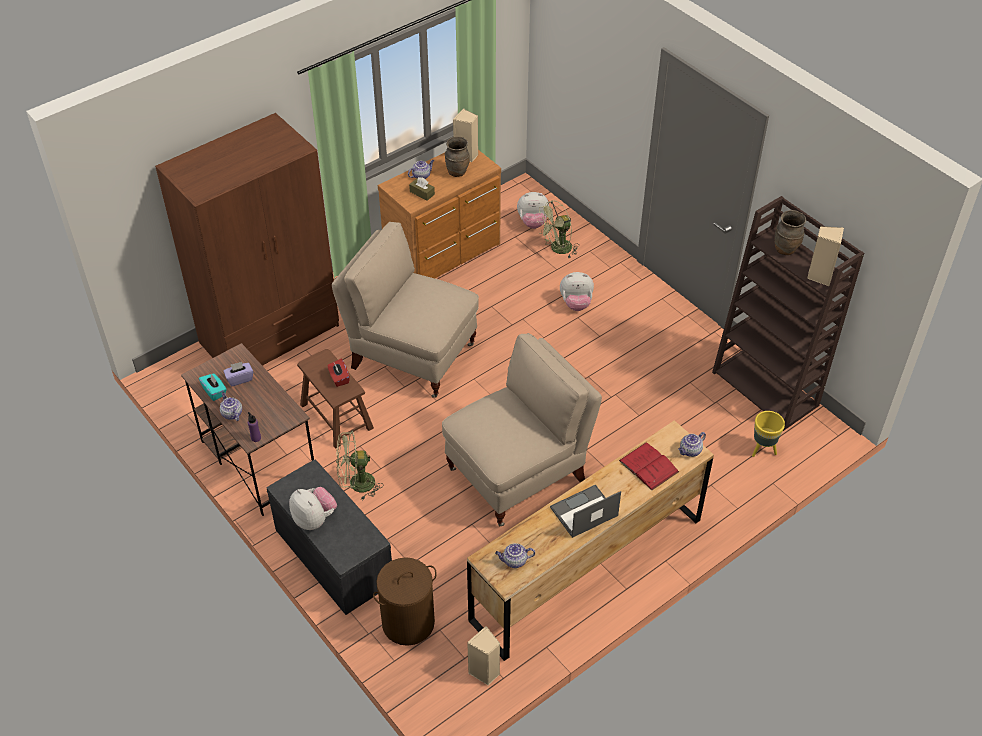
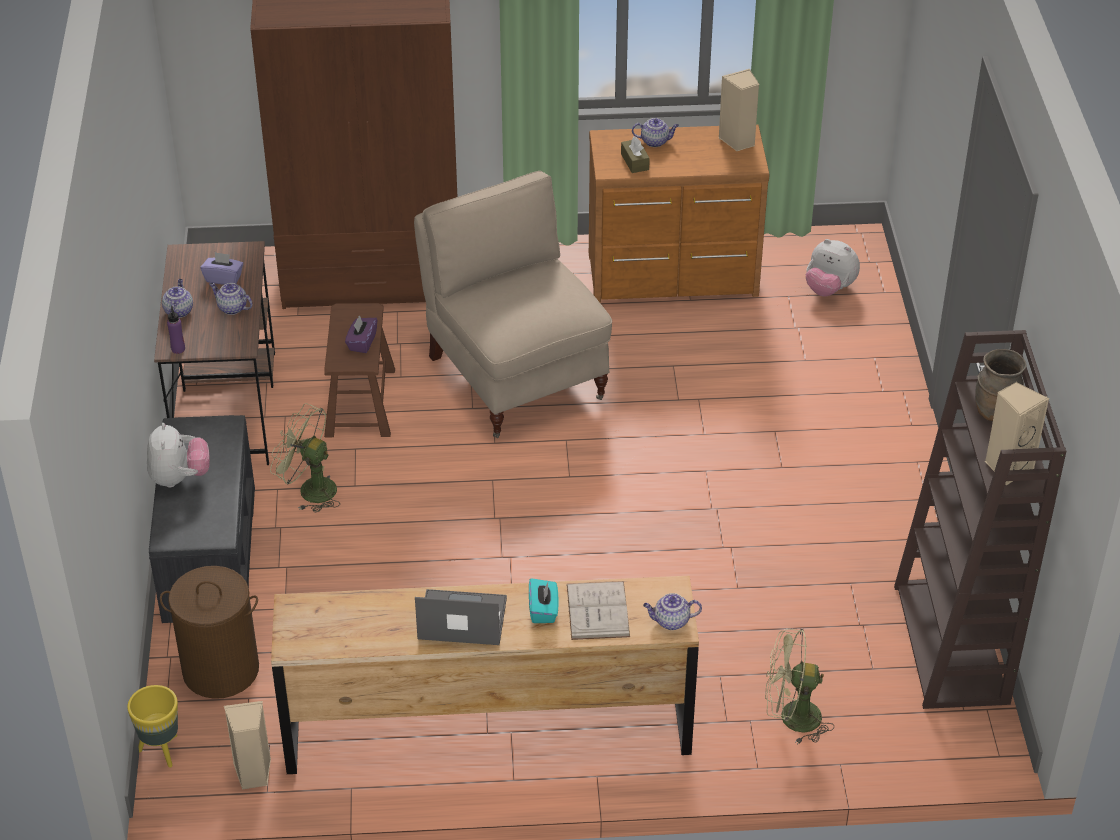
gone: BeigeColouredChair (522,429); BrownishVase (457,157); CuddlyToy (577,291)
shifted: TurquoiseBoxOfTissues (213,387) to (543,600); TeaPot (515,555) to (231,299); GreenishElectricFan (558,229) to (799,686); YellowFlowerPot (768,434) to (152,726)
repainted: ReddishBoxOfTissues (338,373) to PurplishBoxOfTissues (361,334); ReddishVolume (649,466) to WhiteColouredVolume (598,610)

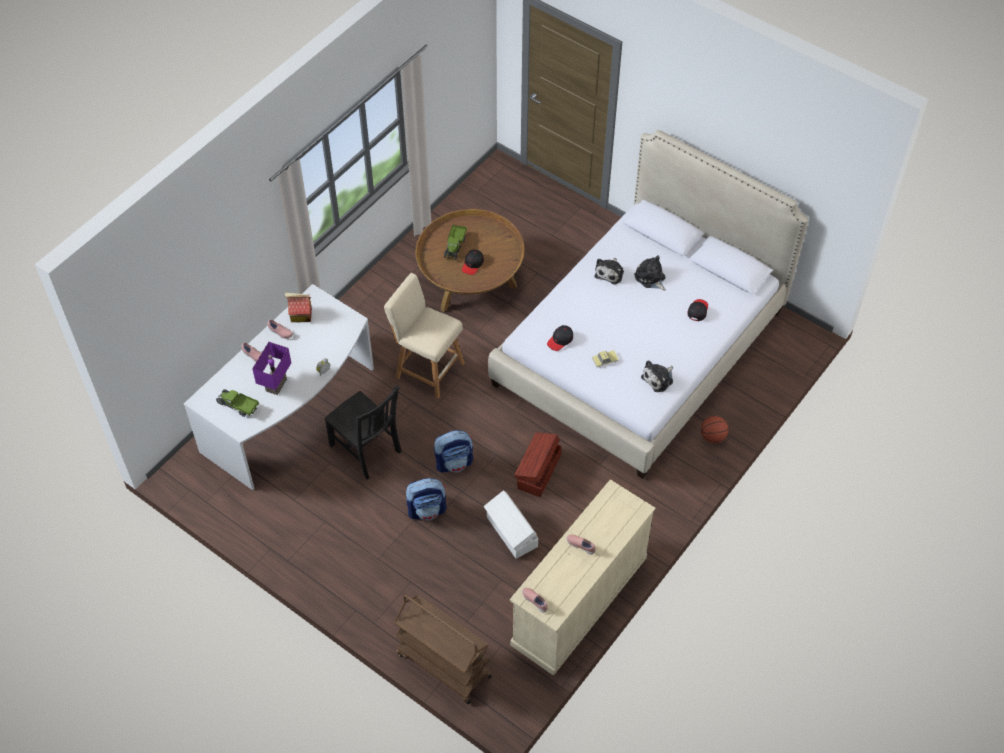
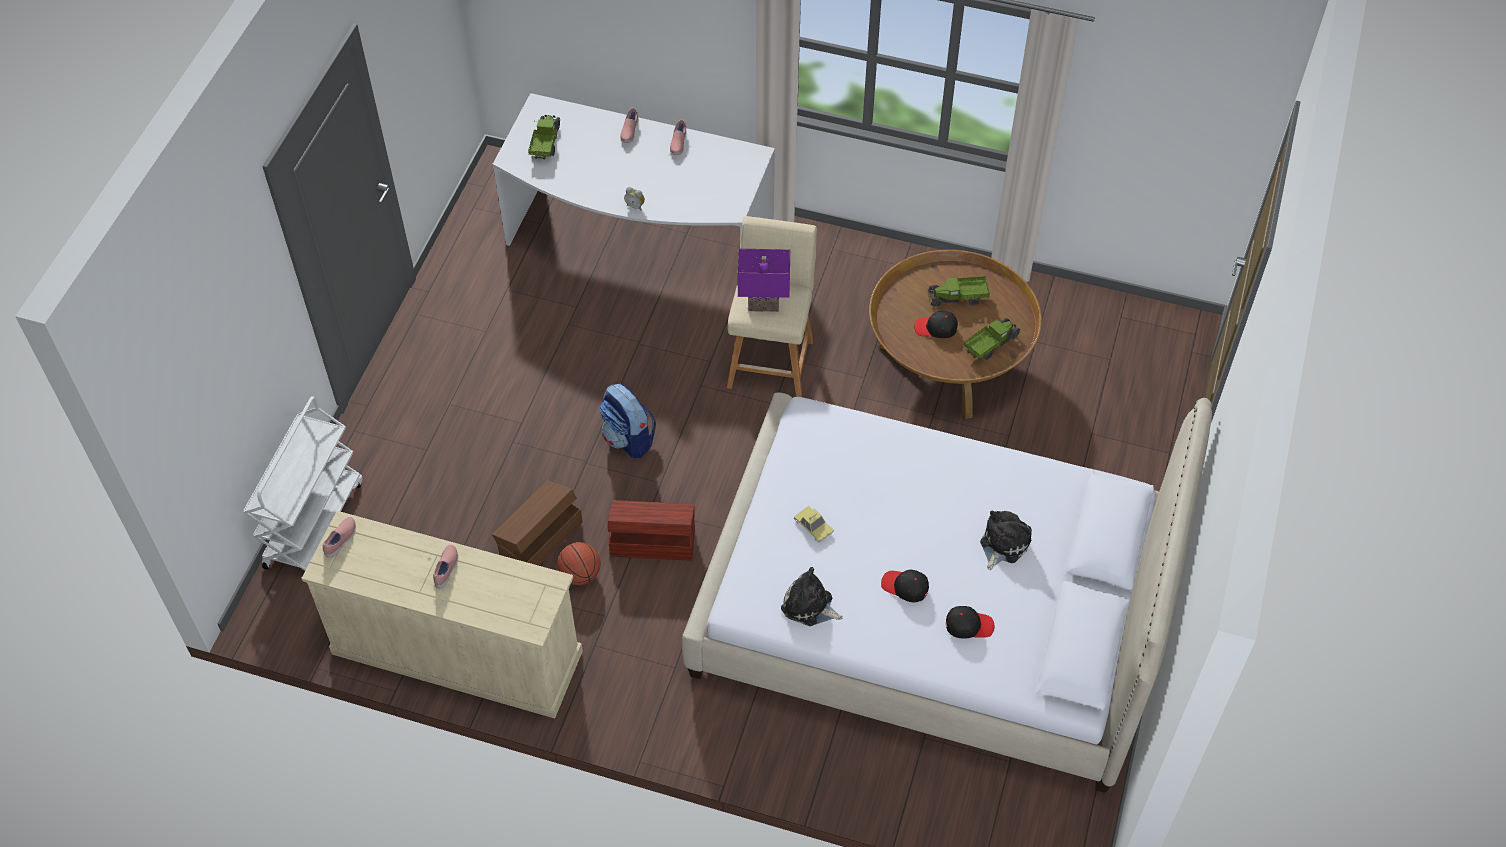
gone: ModelHouse (298,307); BlackChair (363,432); Rucksack (426,499); CuddlyToy (609,271)
new: ToyLorry (992,339)
shifted: PurplishTabletopLamp (271,368) to (763,280); BlackCap (560,338) to (905,586); BasketballBall (714,429) to (579,563)
repainted: BrownishWheeledCart (443,649) to WhiteColouredWheeledCart (302,483); WhiteColouredStorageBox (511,524) to BrownishStorageBox (537,523)

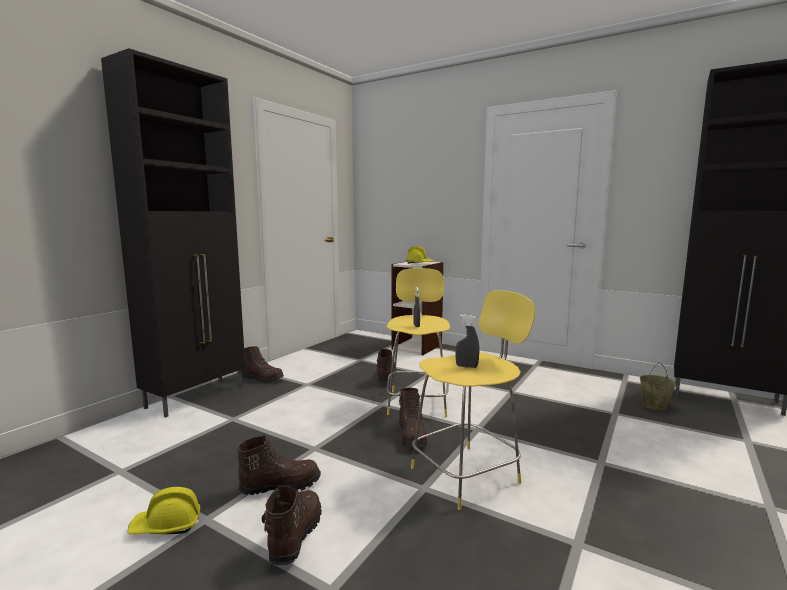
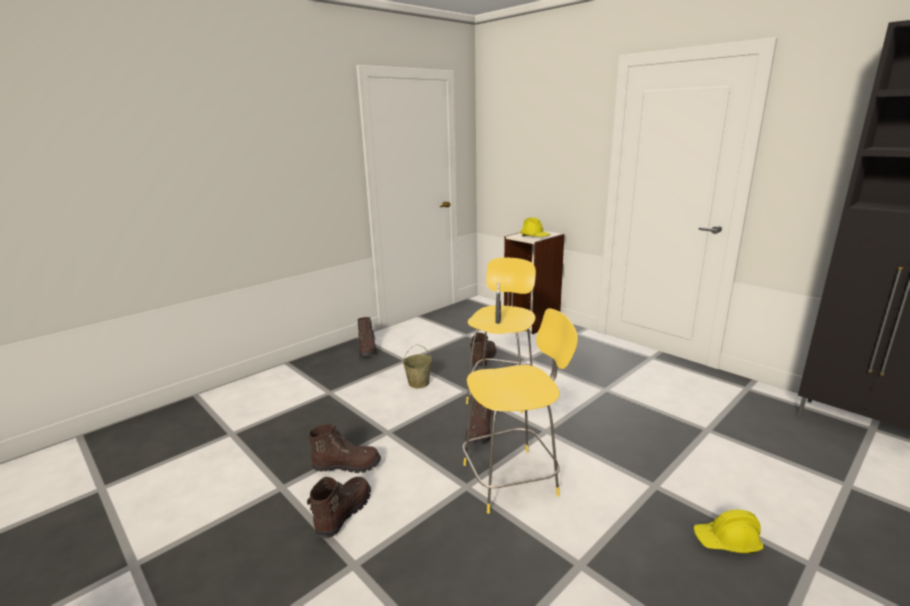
gone: BlackCabinet (173,232); GreyHandSprayer (467,341)
shifted: YellowHardHat (164,511) to (728,532); BeigeColouredWaterBucket (658,386) to (417,366)
rotated: BrownishBoot (262,364) = (367,337) 45 degrees clockwise

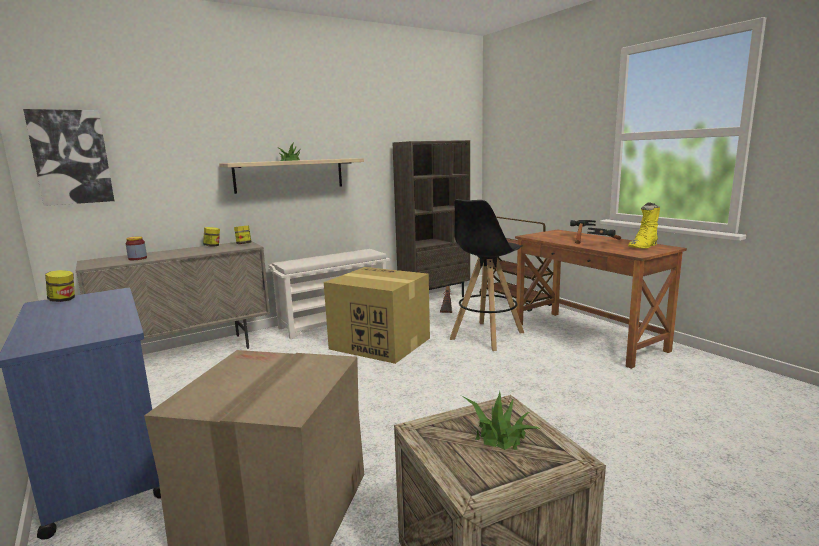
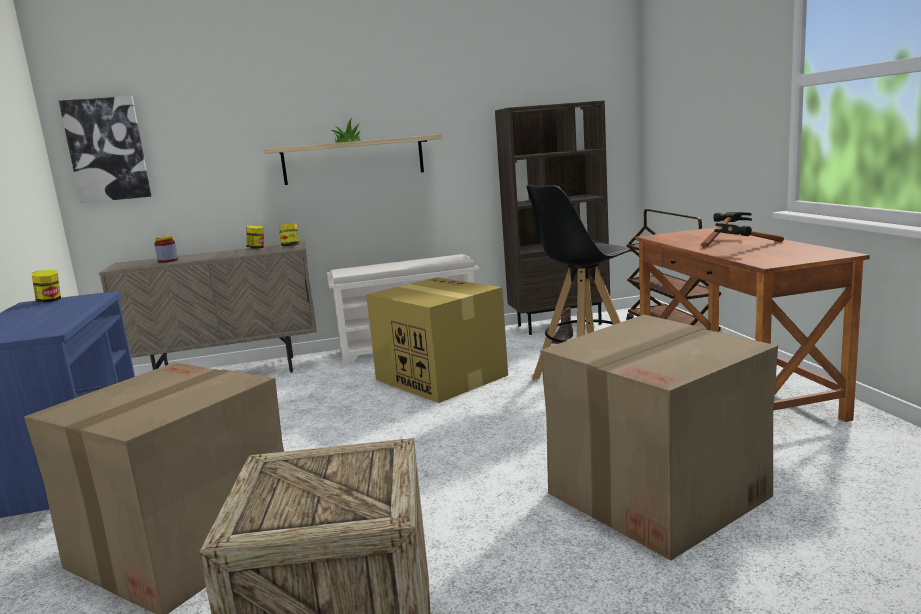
gone: Houseplant (501,420); YellowBoot (644,225)
new: Carton (659,437)

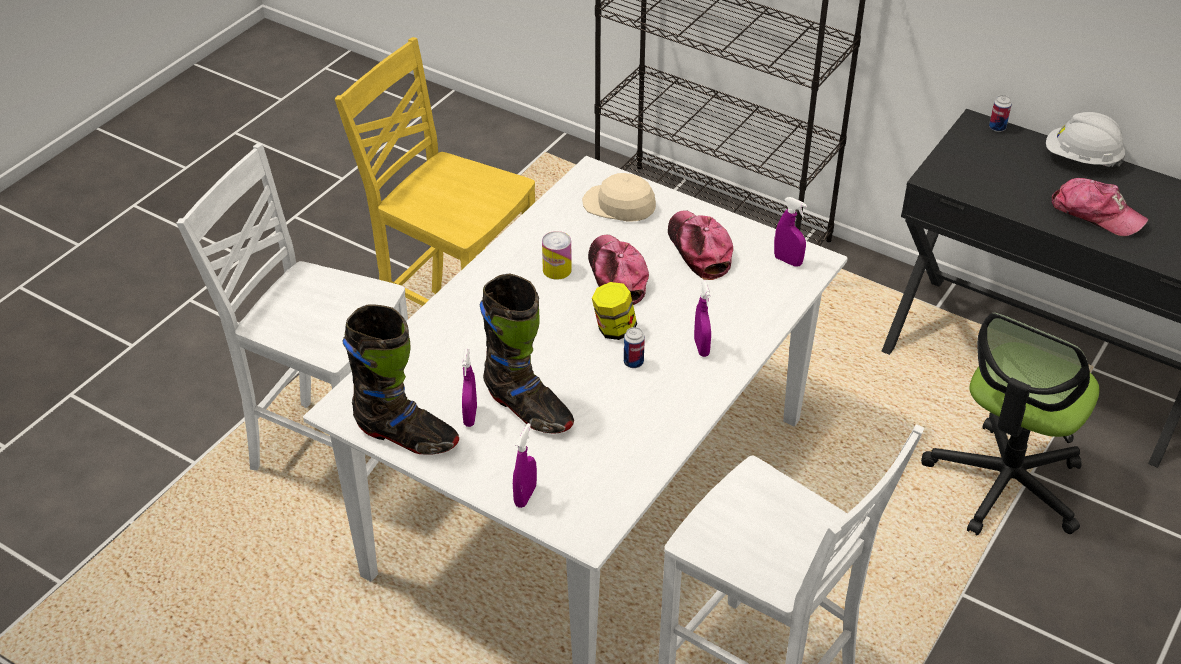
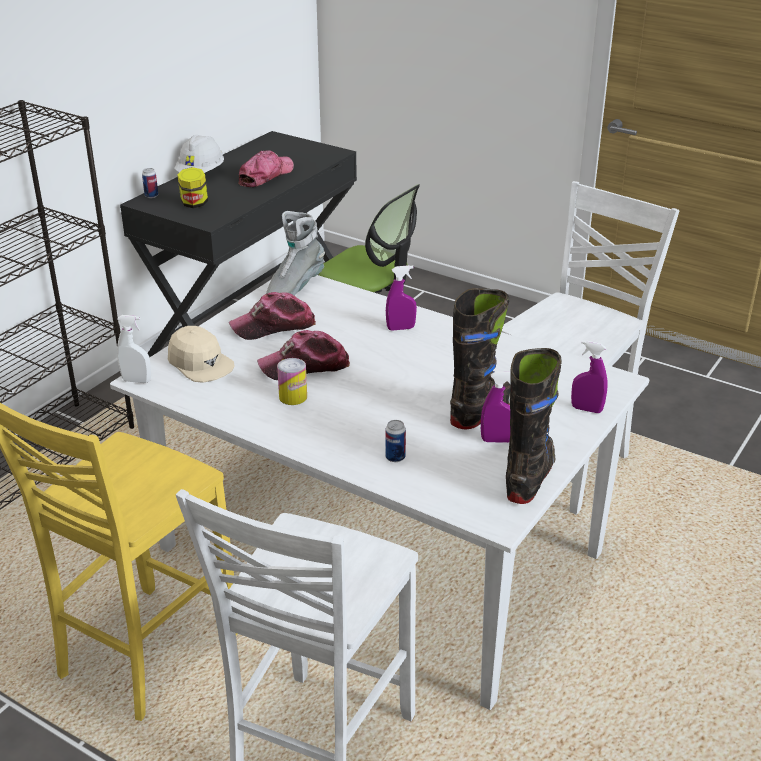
new: WhiteColouredHandSprayer (134,349)
shifted: Jar (614,311) to (192,187); SealedCan (634,347) to (395,441)
swapped: PurplishHandSprayer (790,232) to GreyBoot (295,253)
rotated: BeigeColouredCap (619,197) = (201,354) 75 degrees counterclockwise

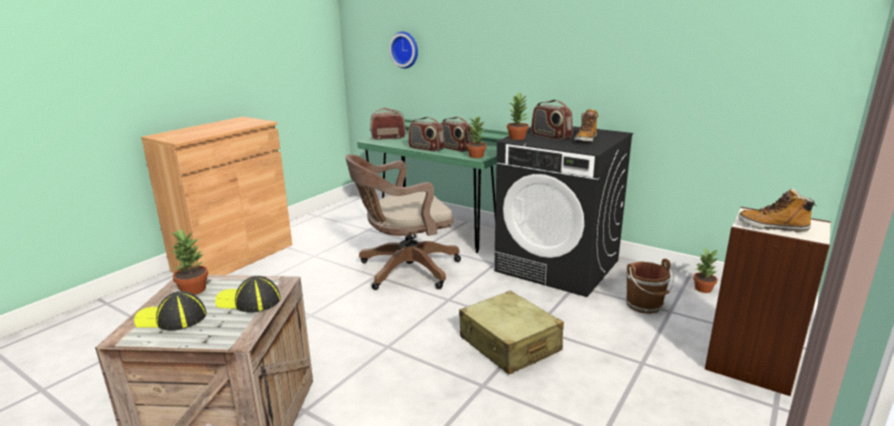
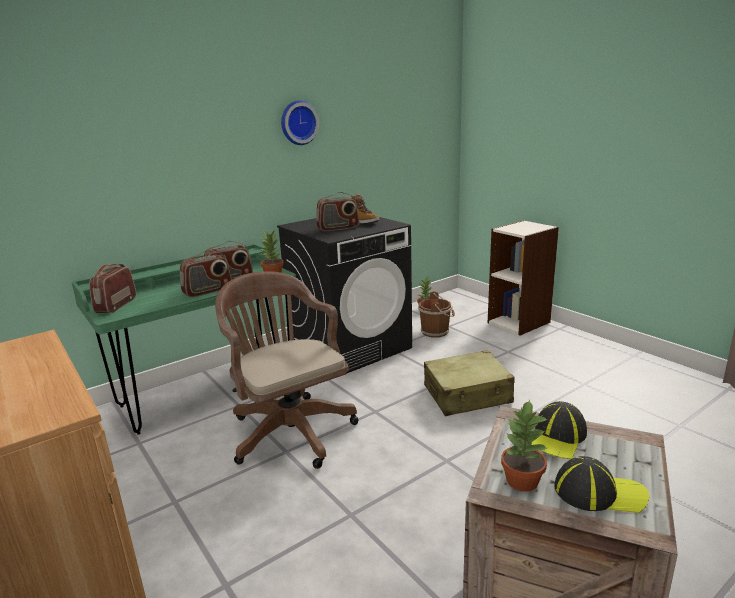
gone: Houseplant (518,116); Boot (777,210)
shifted: HangingClock (403,50) to (300,122)
rotated: Cap (170,310) = (602,484) 105 degrees counterclockwise; BrownishComputerChair (403,222) = (287,370) 150 degrees clockwise

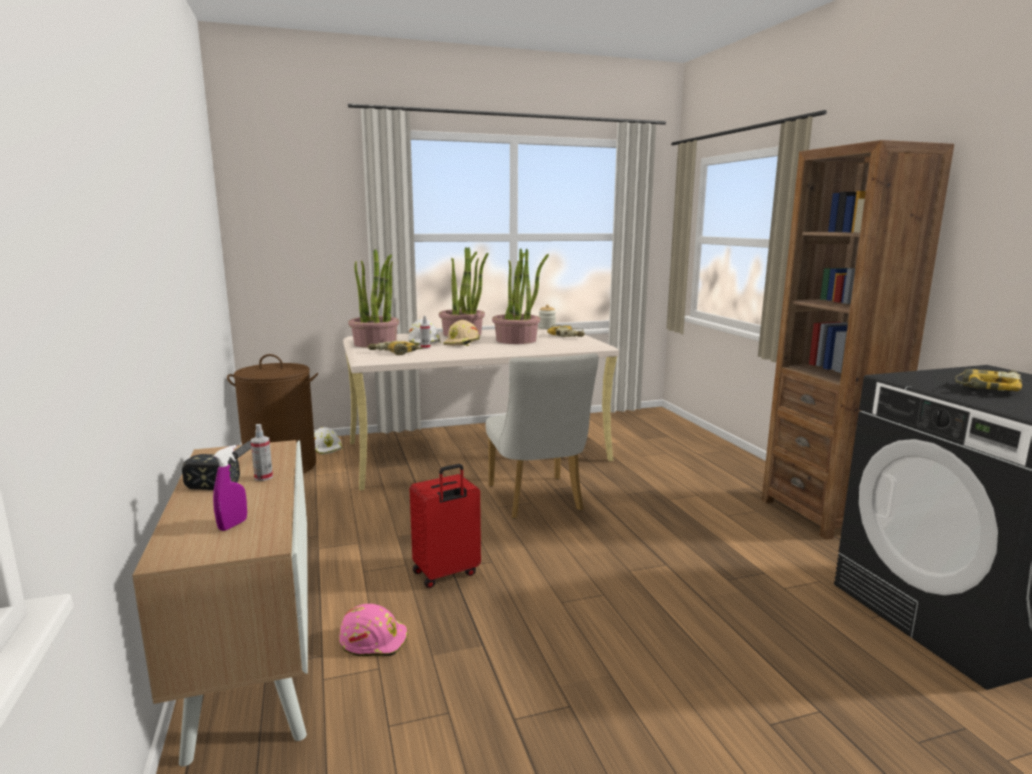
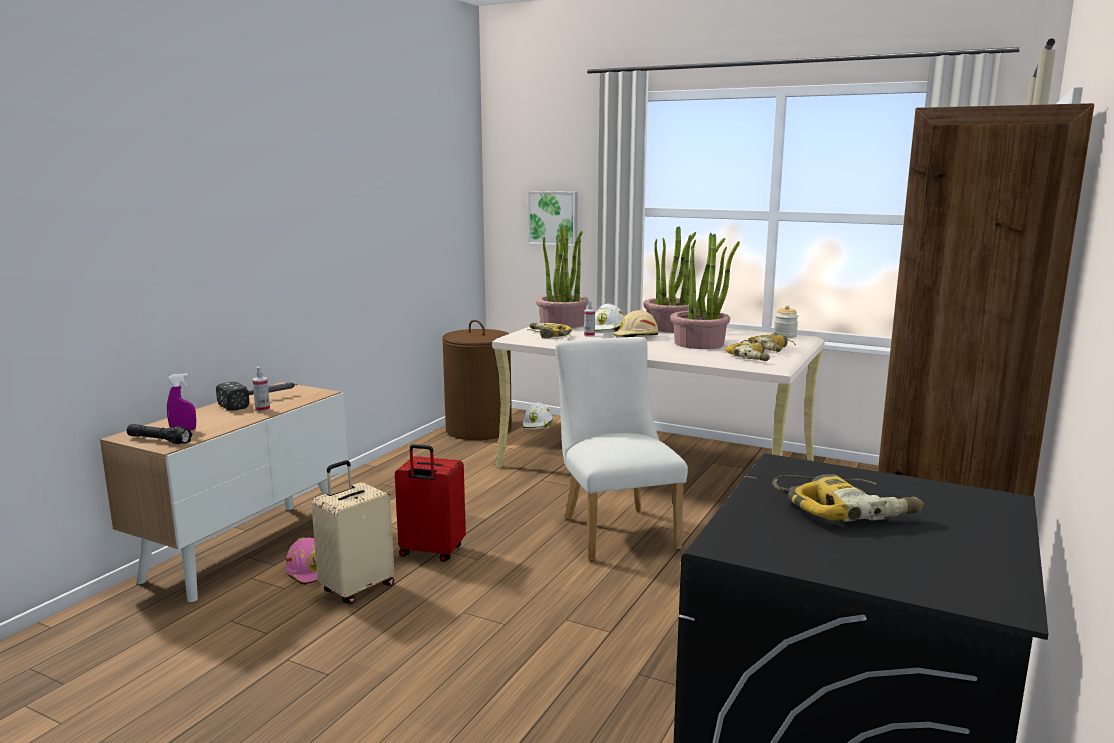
new: BlackHandTorch (160,434); BeigeColouredSuitcase (352,532); WallArt (553,218); PowerDrill (751,350)
rotated: WhiteColouredChair (542,436) = (621,449) 135 degrees clockwise

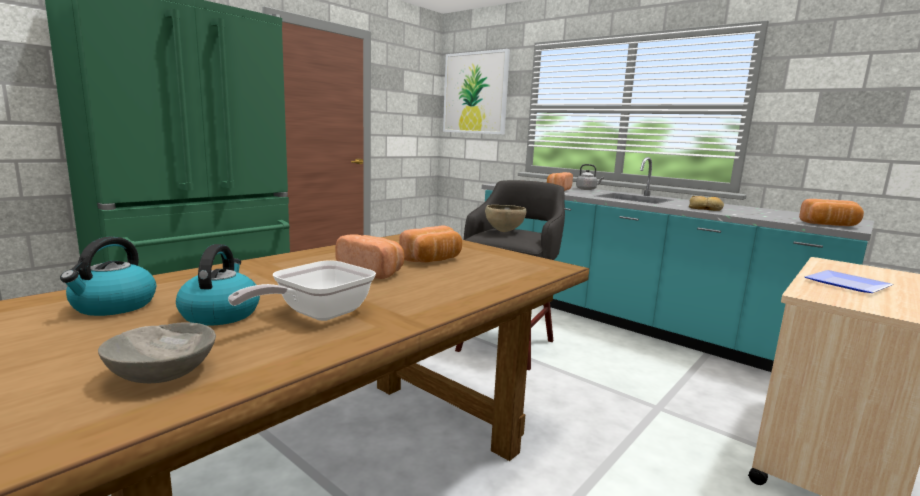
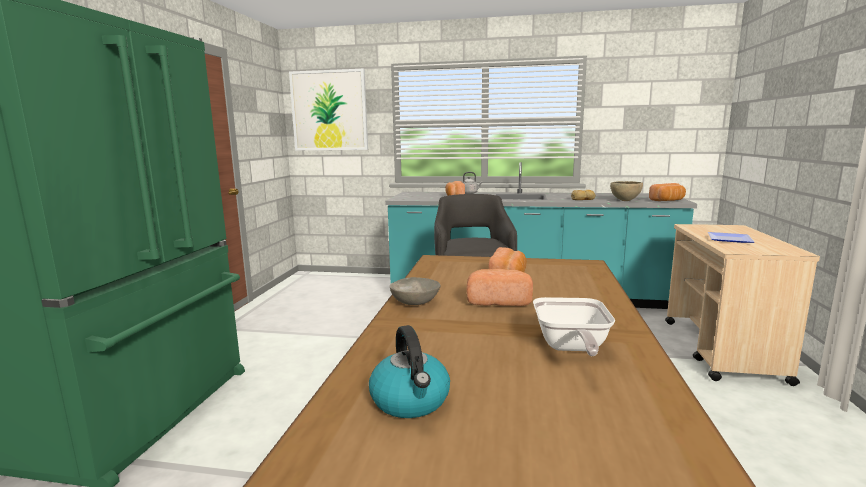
gone: TeaKettle (218,285)
shifted: GreyServingBowl (157,353) to (415,291); BrownishServingBowl (506,218) to (626,191)

